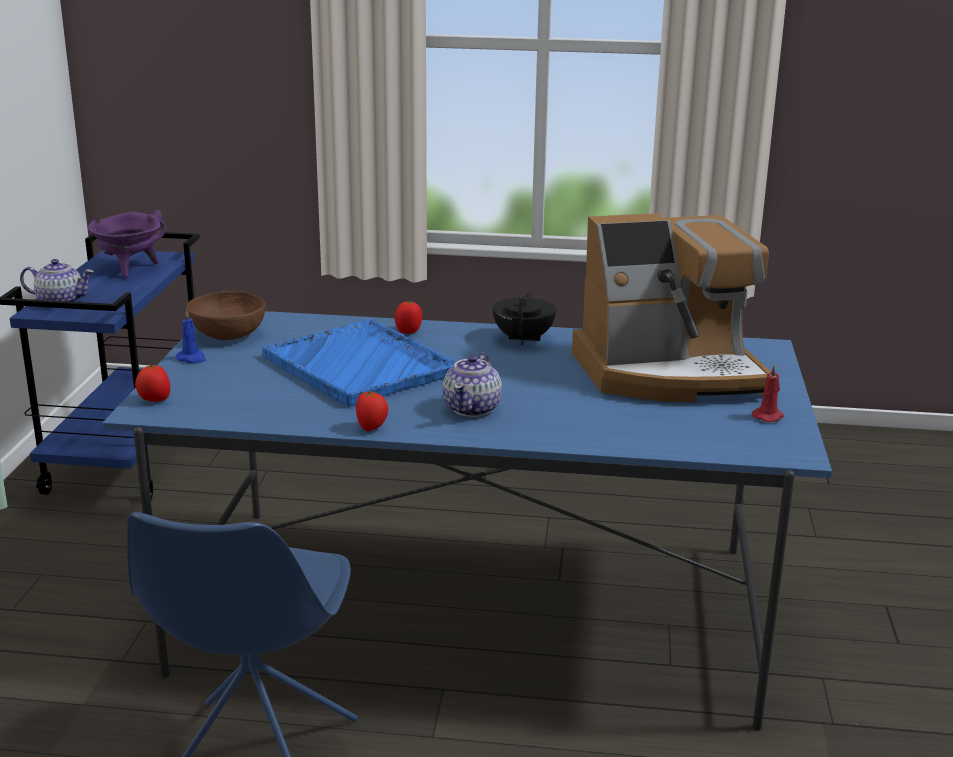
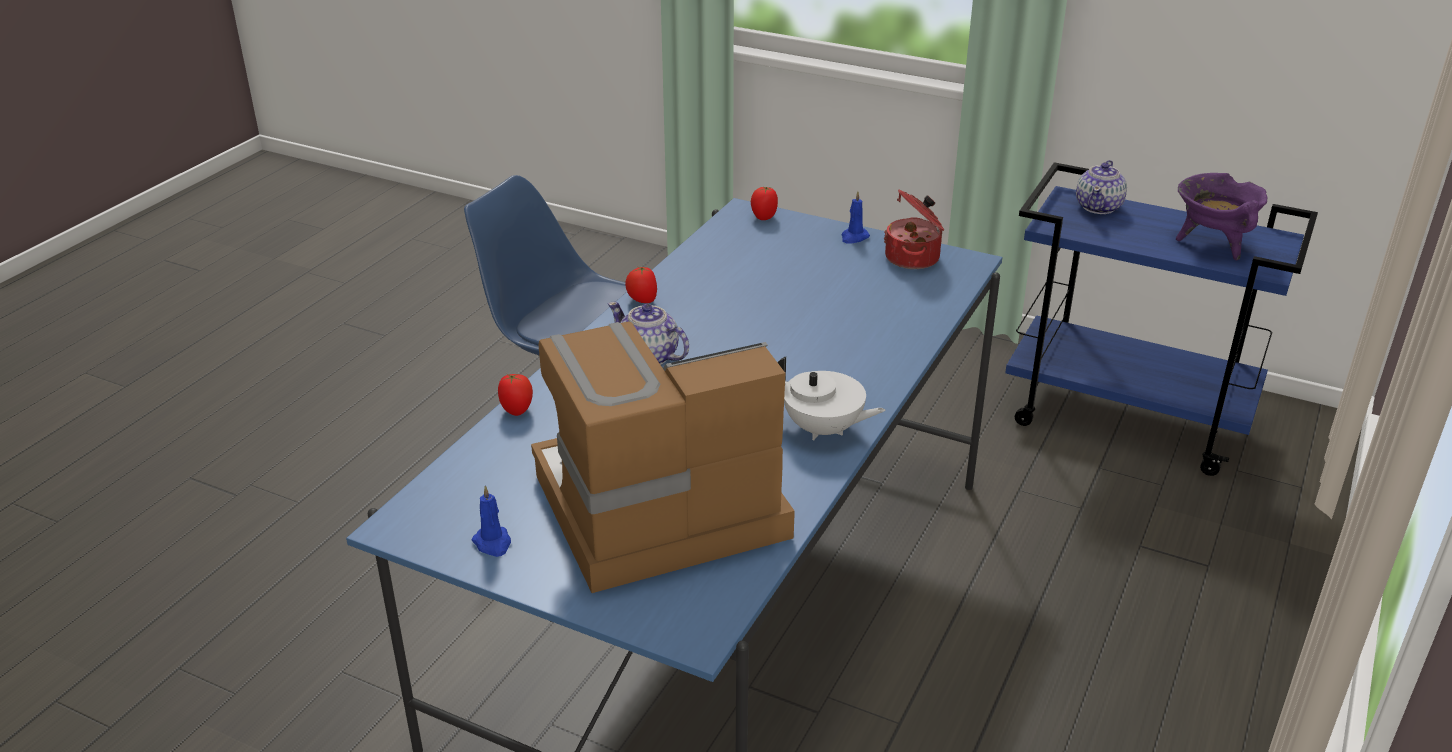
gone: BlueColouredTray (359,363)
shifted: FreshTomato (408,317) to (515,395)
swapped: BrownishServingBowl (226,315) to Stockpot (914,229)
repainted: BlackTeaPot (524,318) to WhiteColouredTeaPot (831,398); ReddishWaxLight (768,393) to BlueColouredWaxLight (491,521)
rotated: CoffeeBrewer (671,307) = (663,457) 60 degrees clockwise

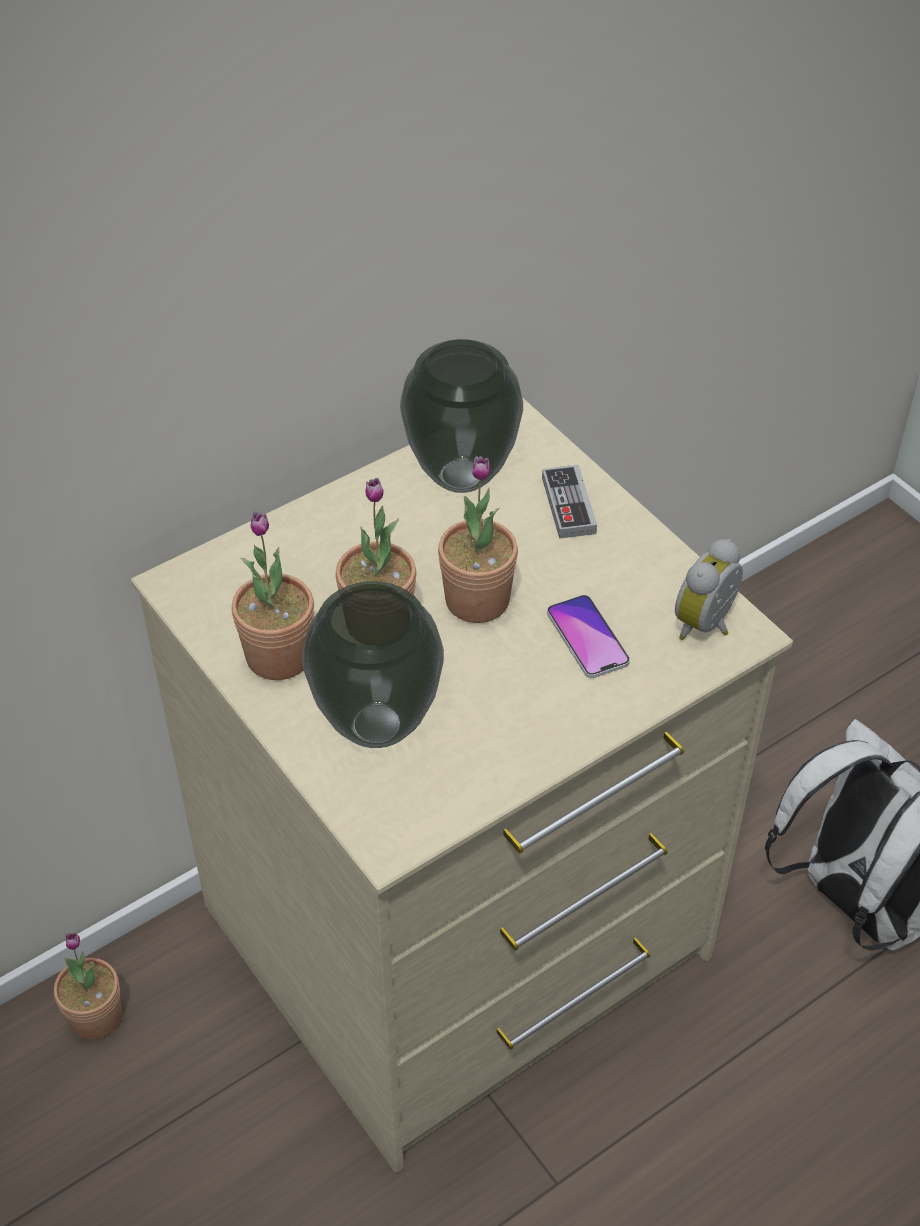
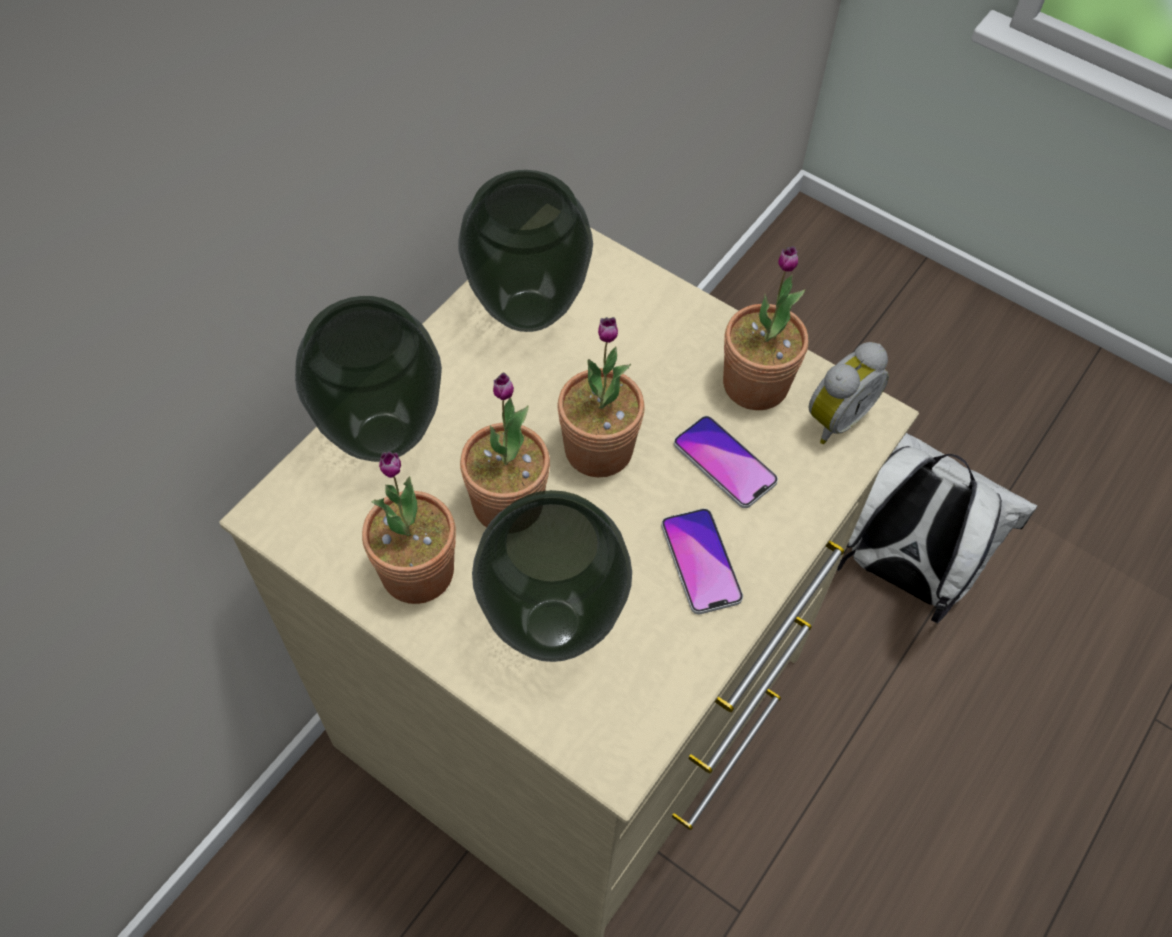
gone: Gamepad (569,502)
new: Vase (368,379); Phone (702,561)
shifted: Houseplant (88,986) to (765,328)
rotated: AlarmClock (709,589) = (849,393) 150 degrees counterclockwise

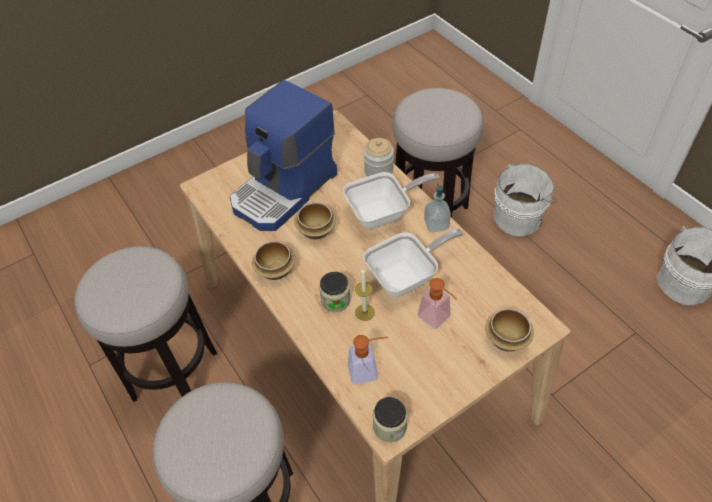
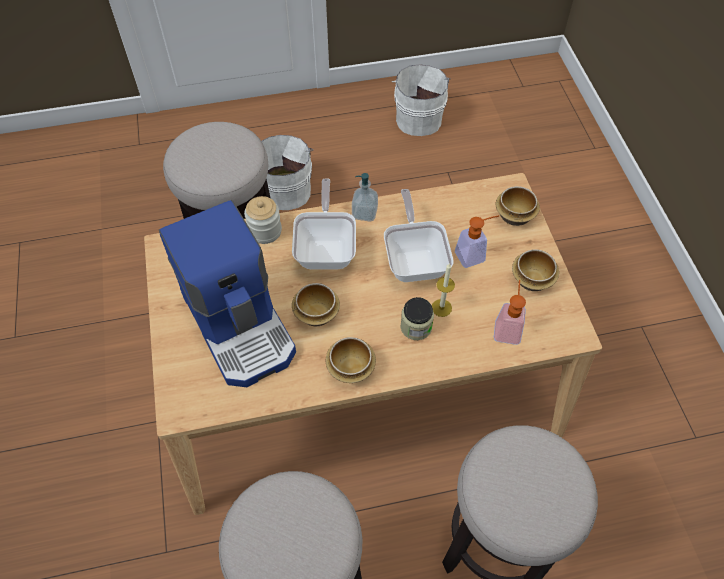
gone: Jar (390,419)
new: ServingBowl (535,270)

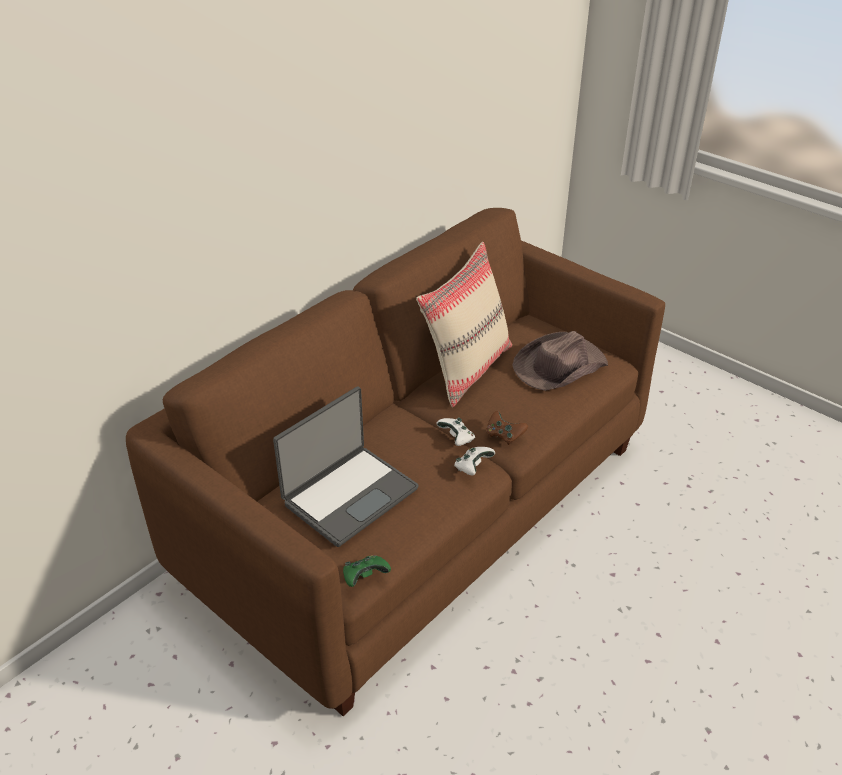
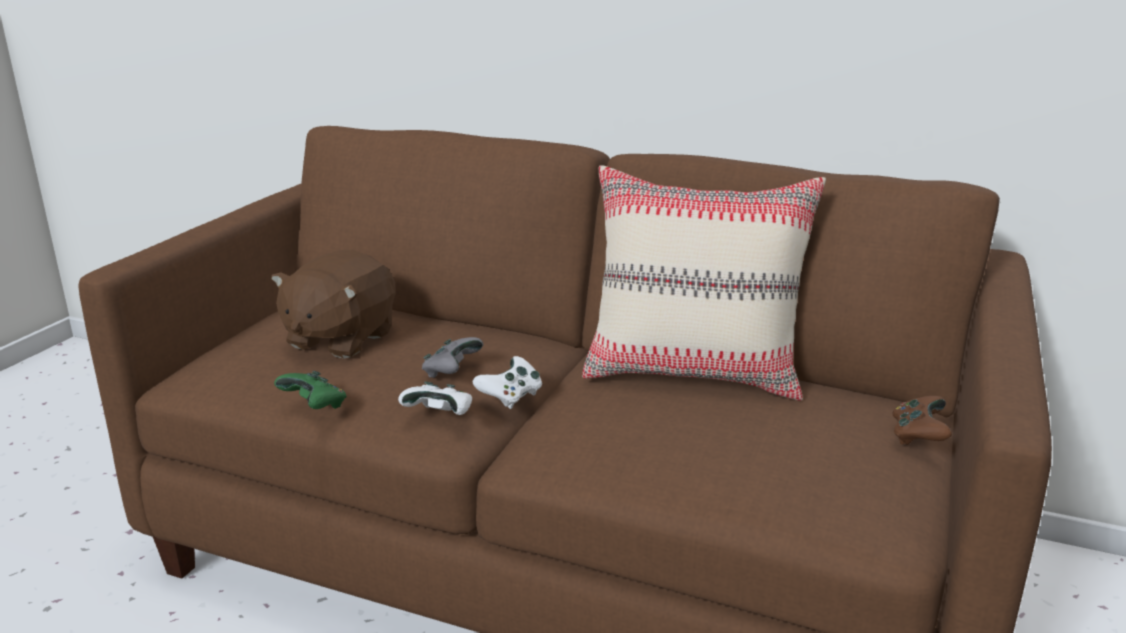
gone: BrownishWearableHat (560,361)
new: GreyGamepad (452,357)
shifted: GreenishGamepad (367,571) to (310,390); BrownishGamepad (507,428) to (922,420)
swapped: PortableComputer (346,467) to BrownishCuddlyToy (333,304)

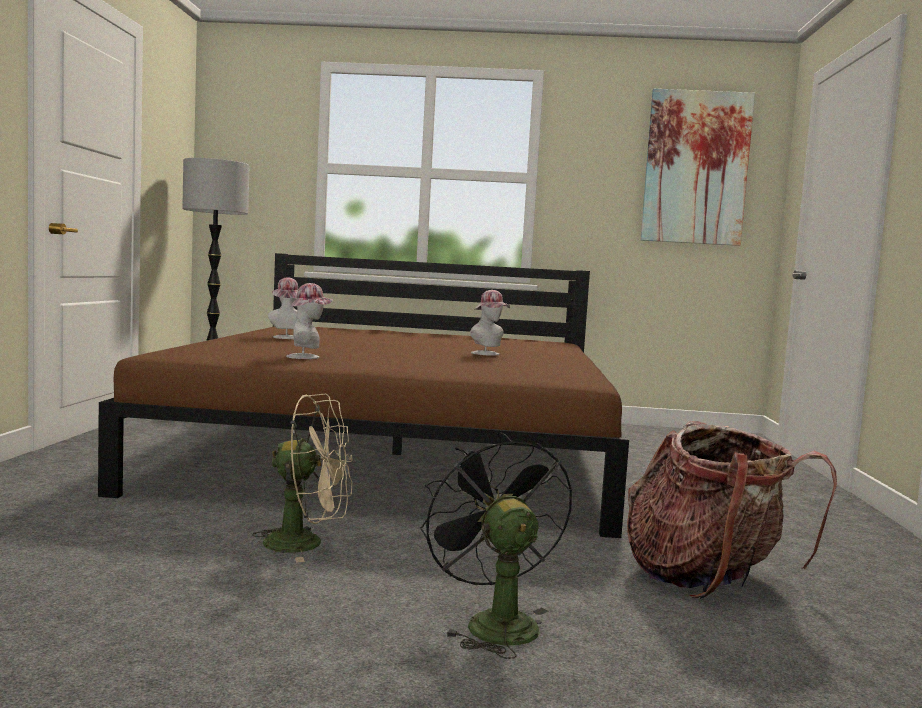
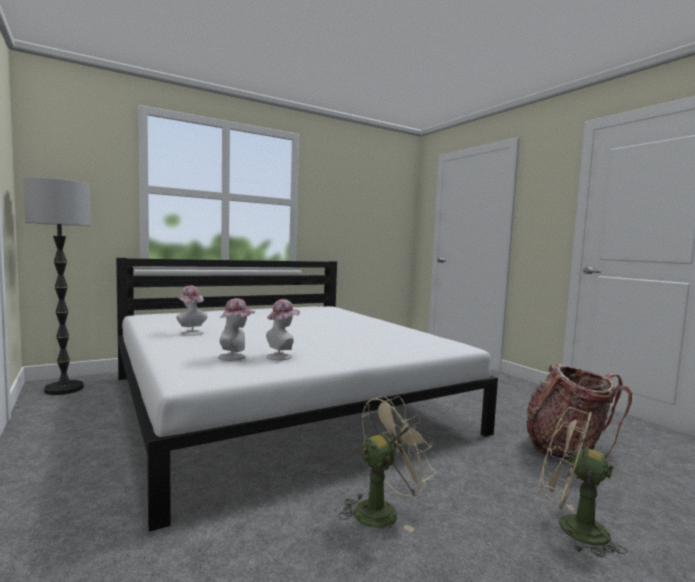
gone: WallArt (698,167)
shifted: WearableHat (490,323) to (236,329)
repainted: BrownishBed (363,395) to WhiteColouredBed (307,395); BlackElectricFan (496,545) to BeigeColouredElectricFan (582,482)

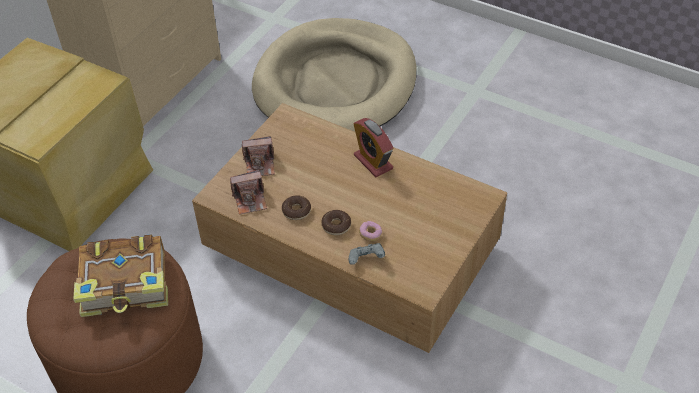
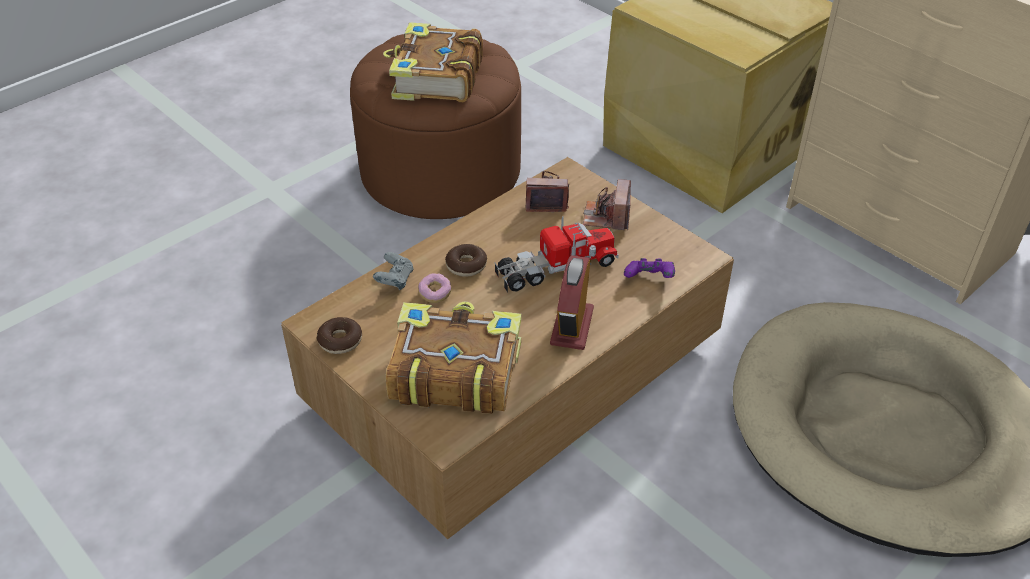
new: Volume (453,357); ToyLorry (557,254); PurplishGamepad (649,268)
shifted: RingDoughnut (296,207) to (339,335)
rotated: StillCamera (248,192) = (547,191) 90 degrees clockwise; AlarmClock (373,147) = (572,302) 60 degrees counterclockwise

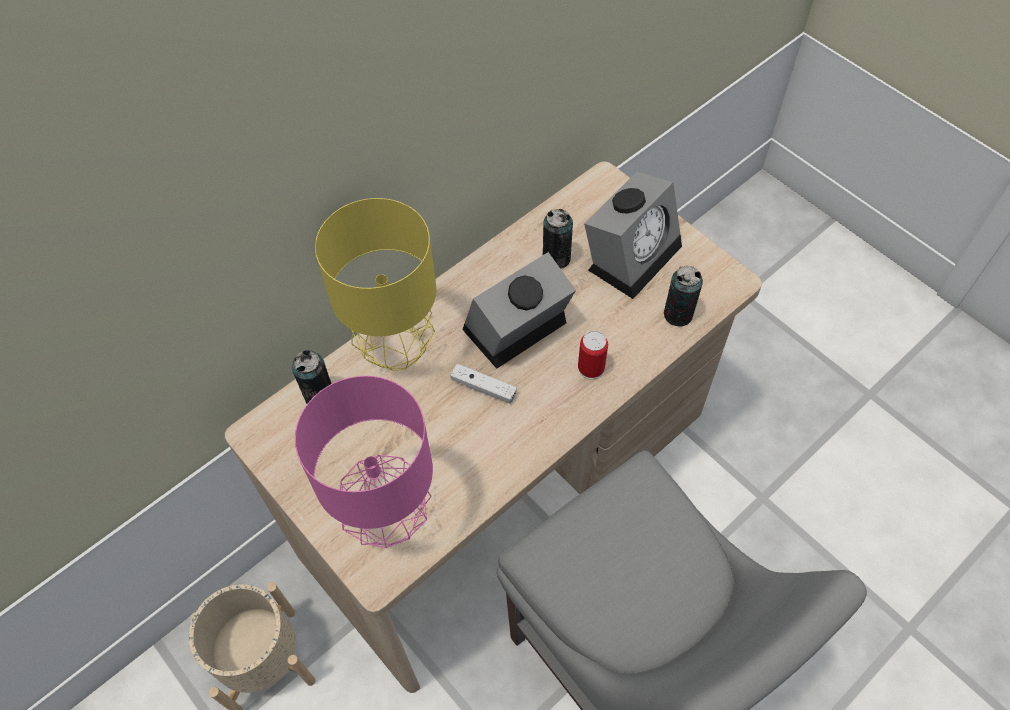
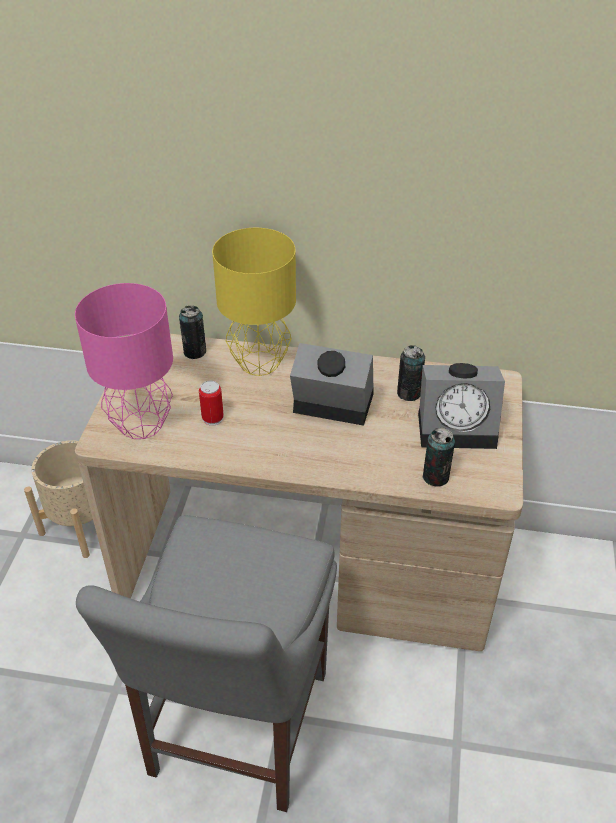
gone: WhiteColouredGamepad (483,384)
shifted: SealedCan (593,355) to (211,403)

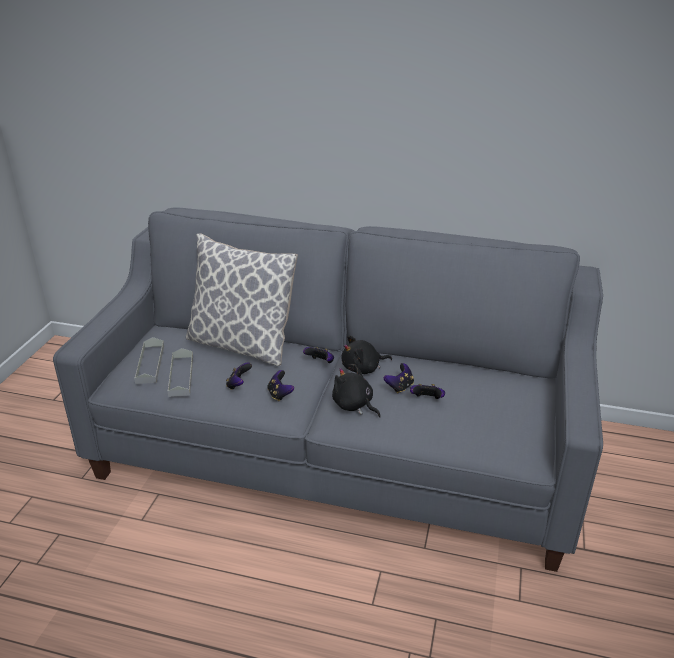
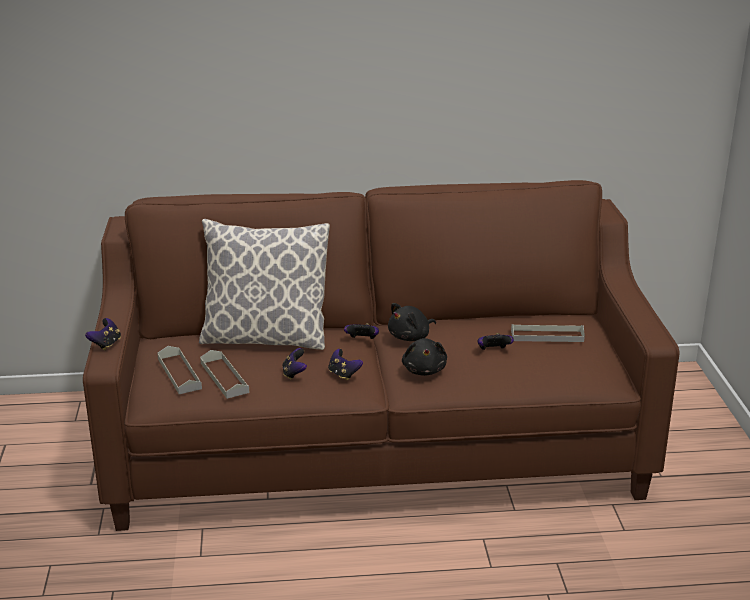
new: GreyTray (548,333)
shifted: Gamepad (399,378) to (103,334)
repainted: GreySettee (328,389) to BrownishSettee (381,355)
rotated: BlackCuddlyToy (356,391) = (424,357) 120 degrees counterclockwise

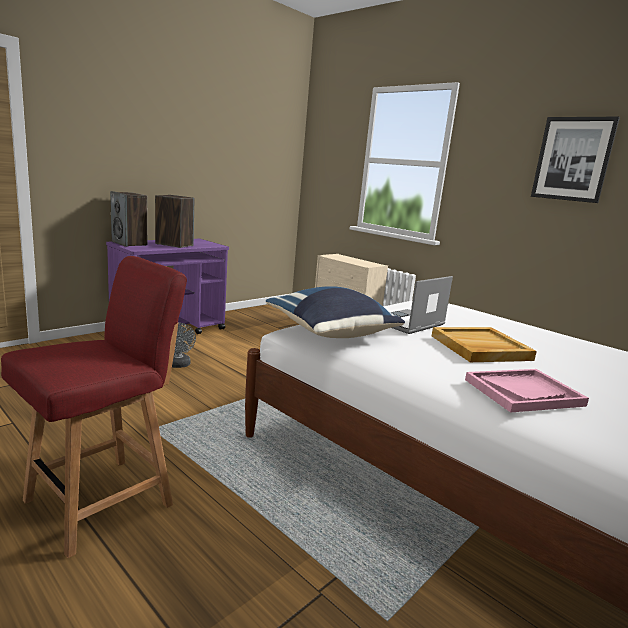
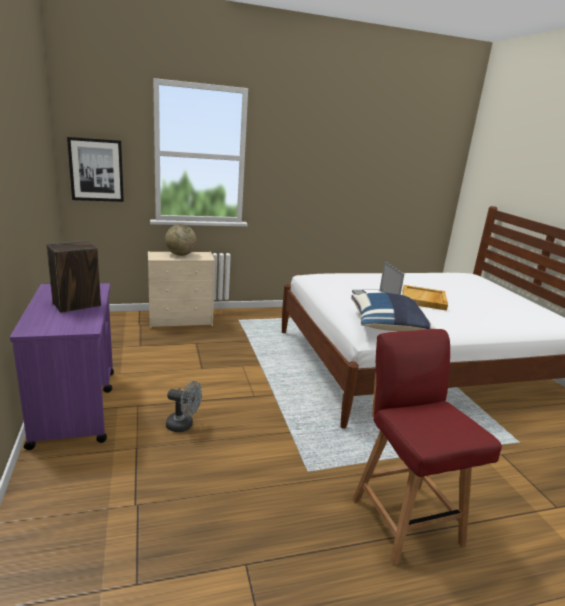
gone: Loudspeaker (128,219); PinkTray (527,391)
new: Globe (181,240)
shifted: WallArt (575,160) to (95,169)

